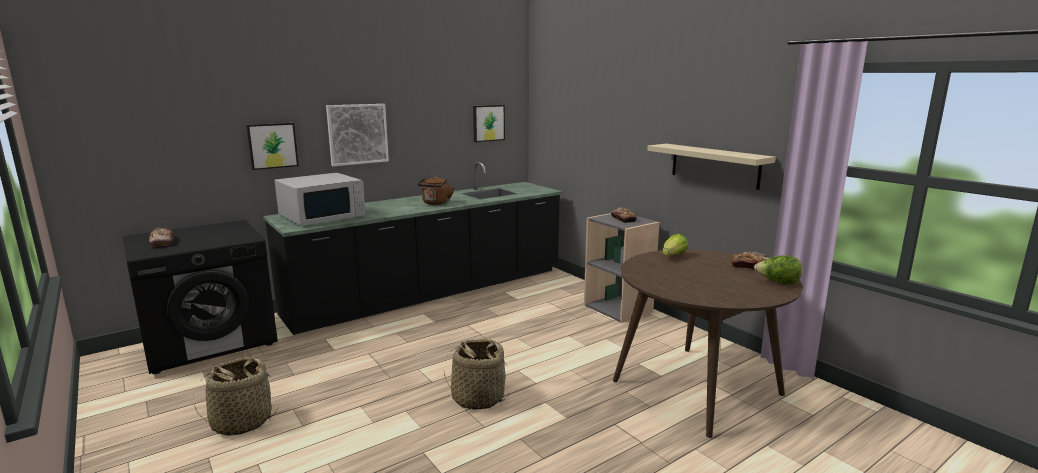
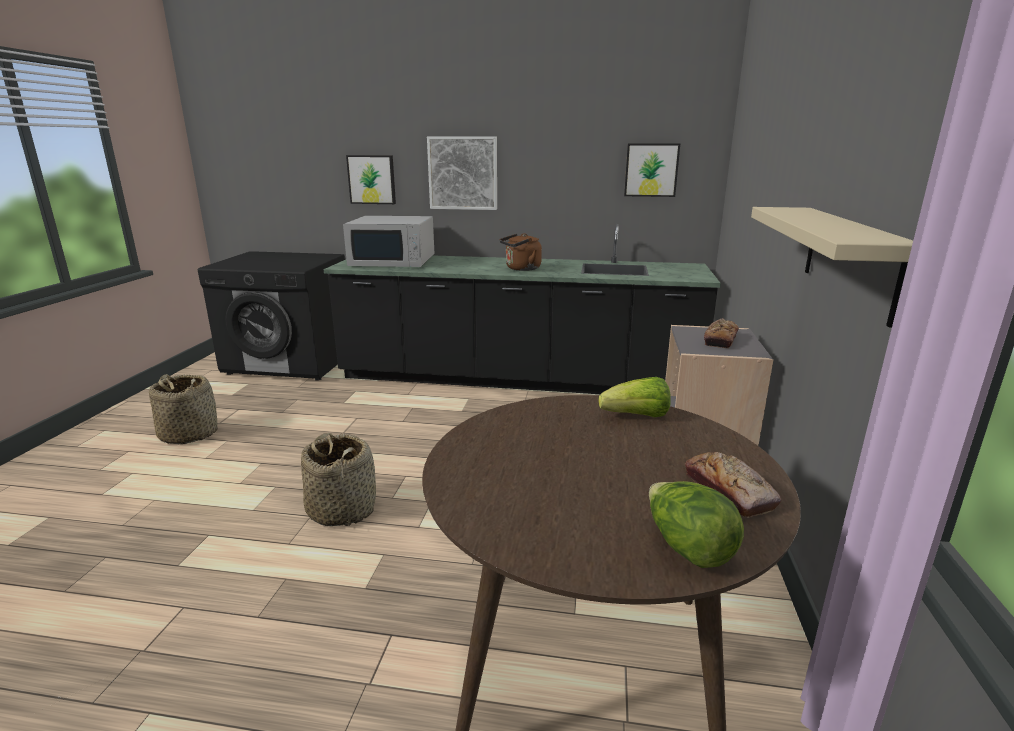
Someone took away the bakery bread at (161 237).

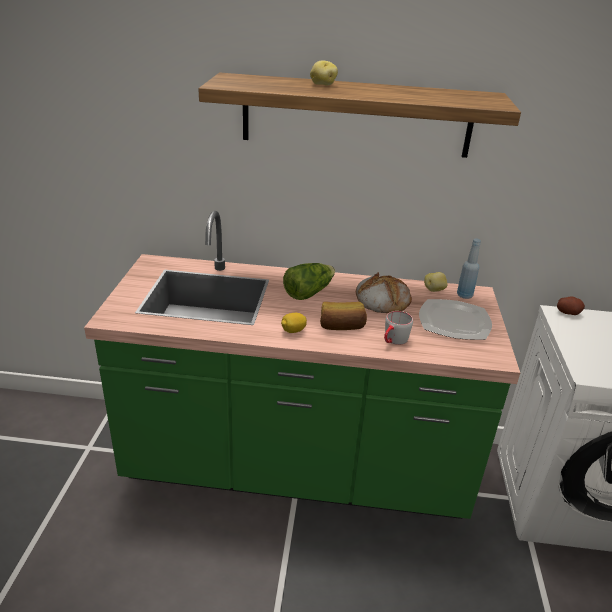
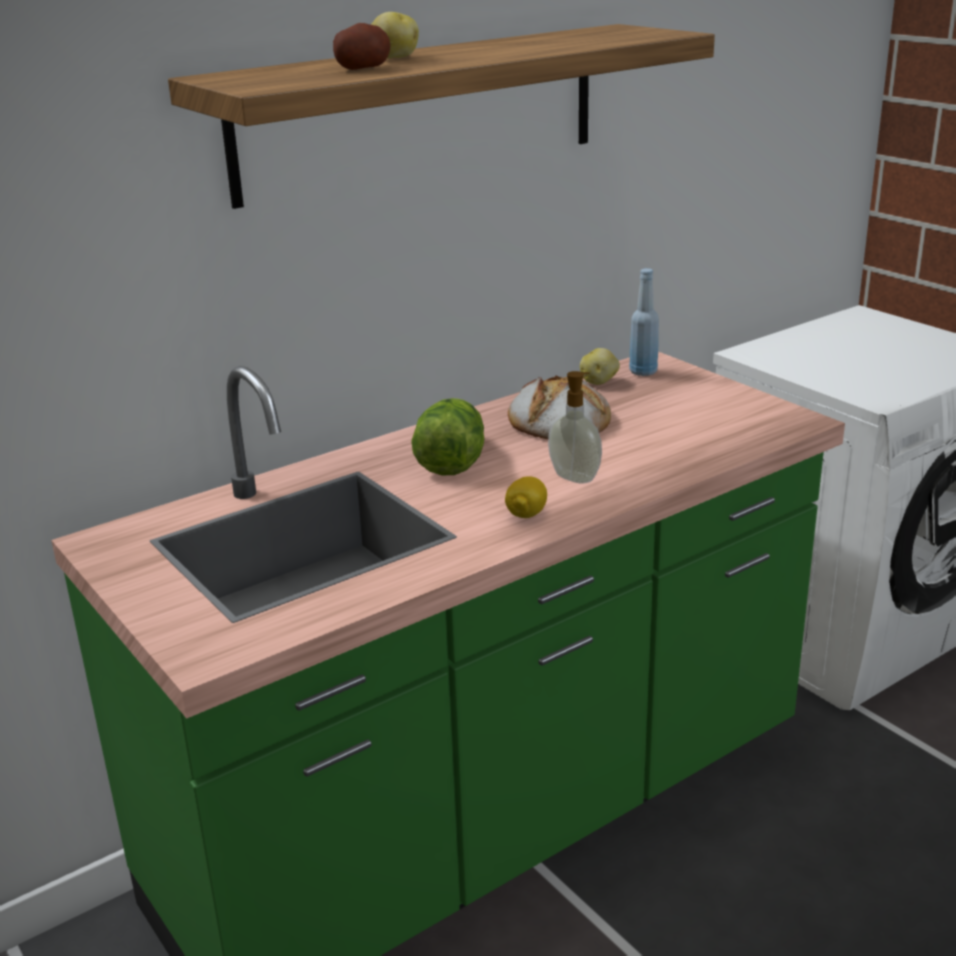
Someone carried the potato from (571 305) to (362 46). Someone took away the flat dish at (455 319). Someone swapped the bakery bread at (343 316) for the soap bottle at (575 427). Someone took away the gray mug at (398 328).

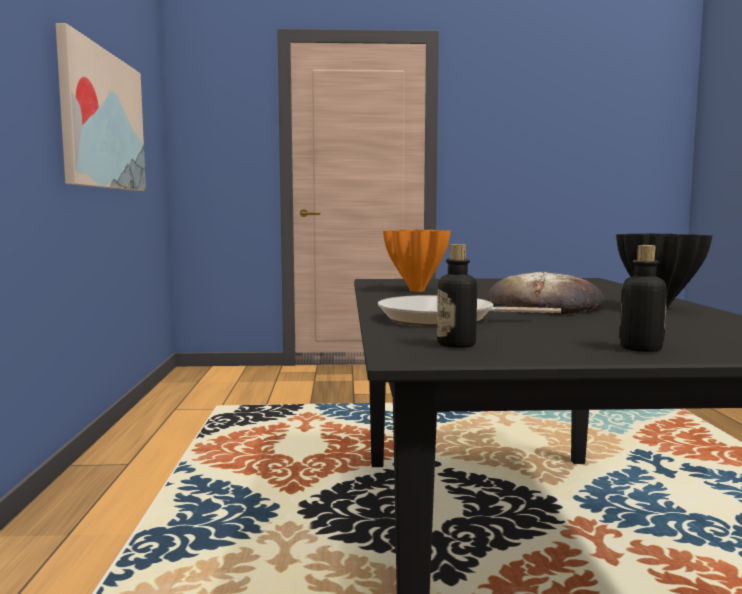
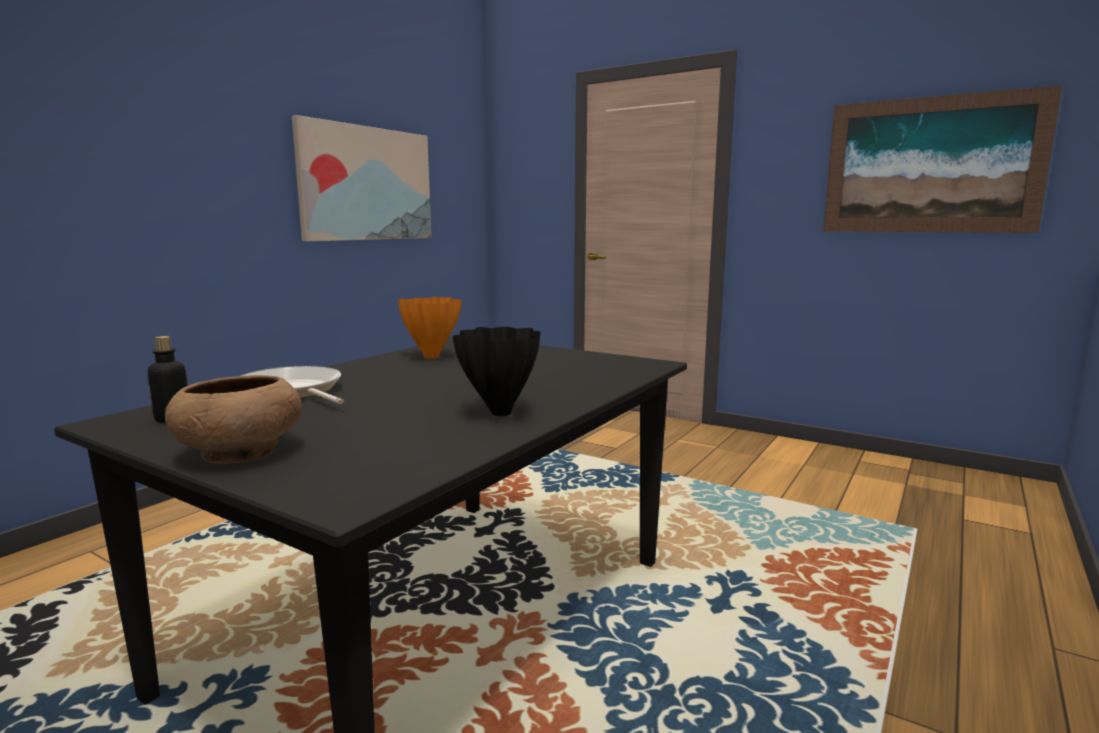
Someone swapped the drink bottle at (643 298) for the brown-coloured bowl at (233 419). Someone took away the bakery bread at (545 293). Someone put up the picture at (942 159).

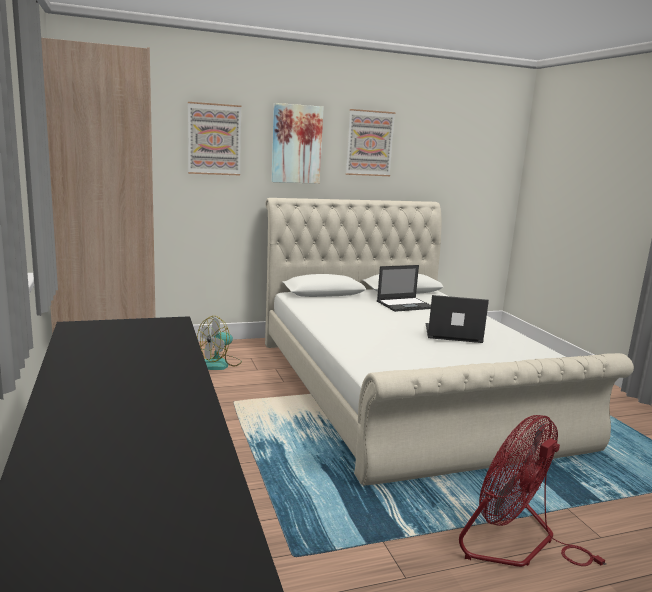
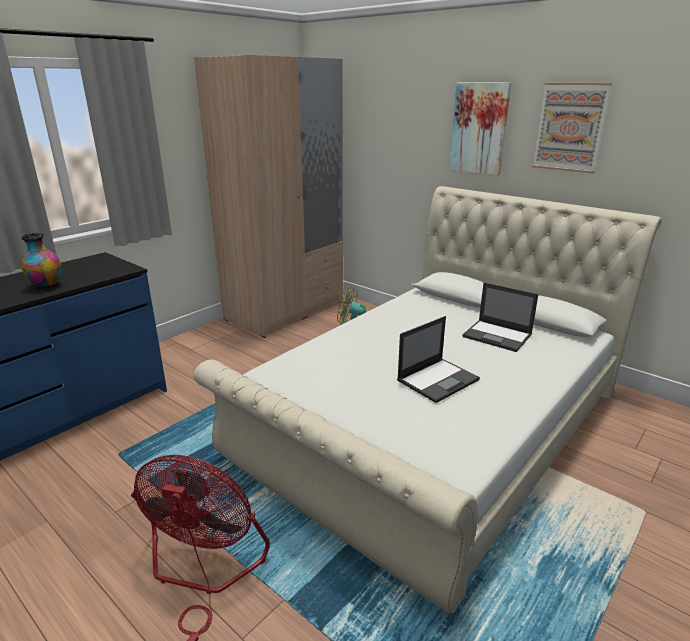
Someone took away the picture at (214 138). Someone rotated the laptop at (457 319) by 75 degrees clockwise. Someone put down the flower vase at (41 261).

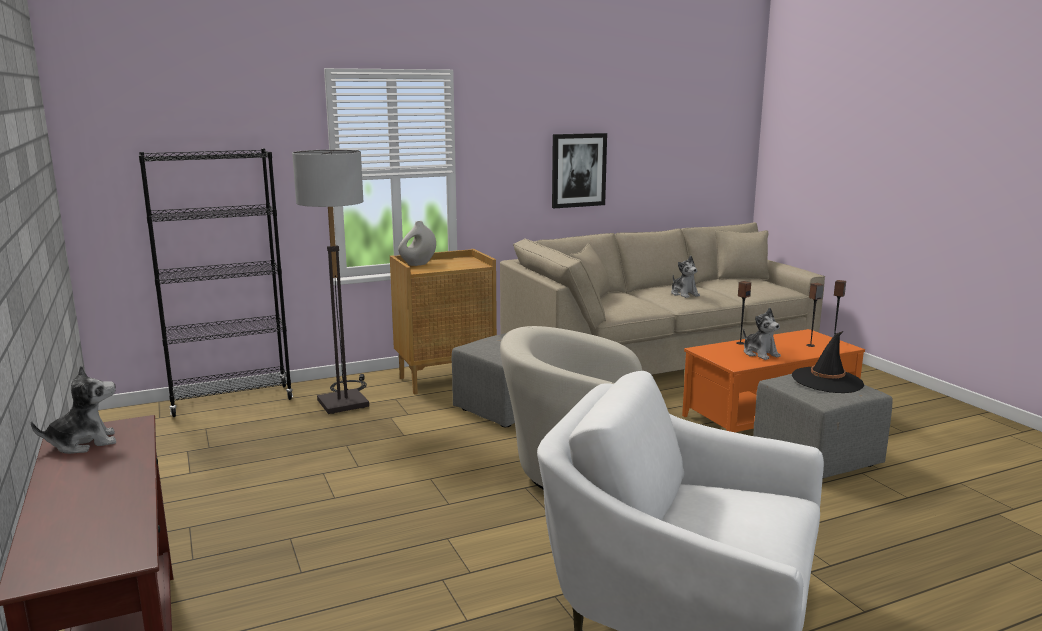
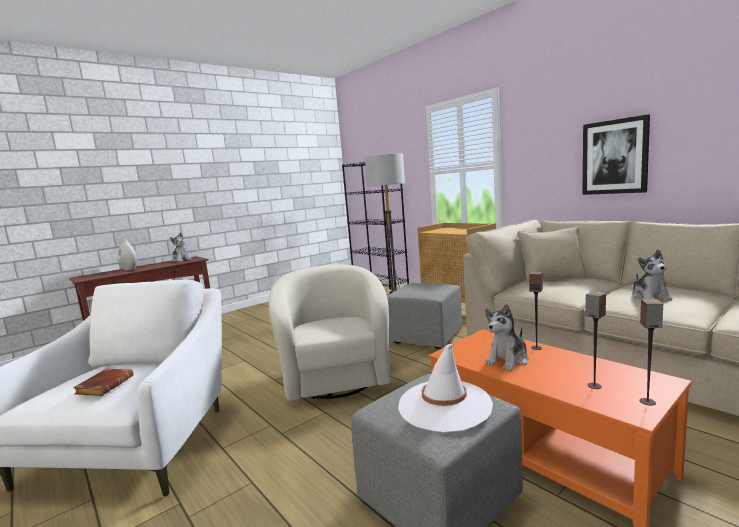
Someone carried the whitish flower vase from (417 243) to (127 255). Someone rotated the plush toy at (685 277) by 45 degrees counterclockwise. Someone repainted the black hat at (828 362), which became the whitish hat at (445 388). Someone put down the brown-coloured volume at (103 382).

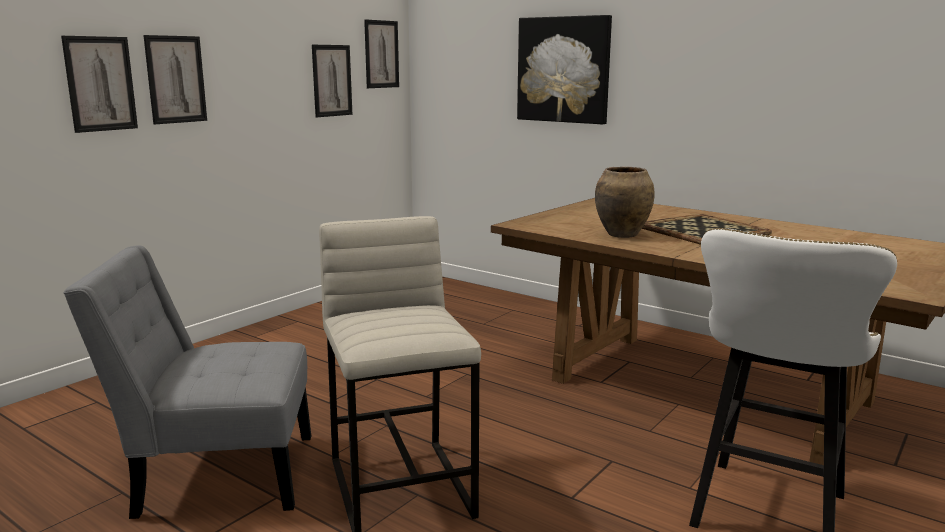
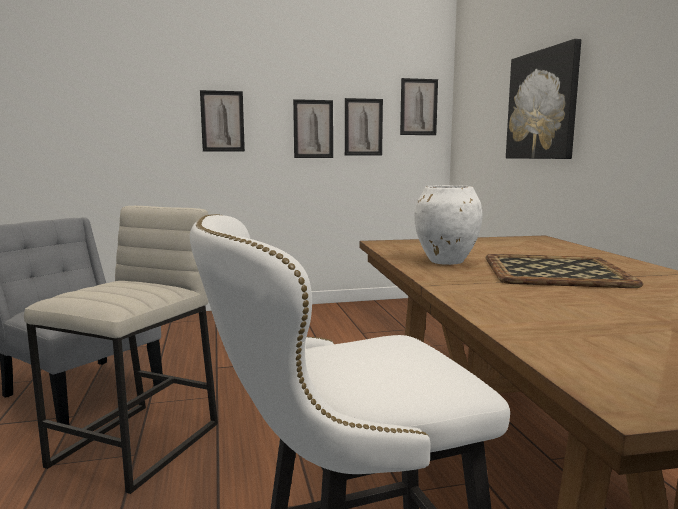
Someone carried the picture from (99 84) to (313 128). Someone repainted the brown-coloured flower vase at (625 202), which became the whitish flower vase at (448 225).

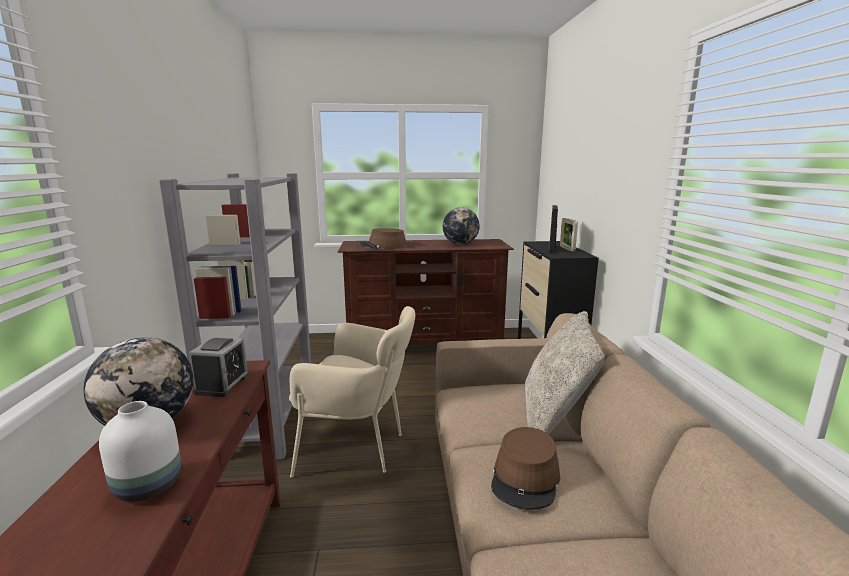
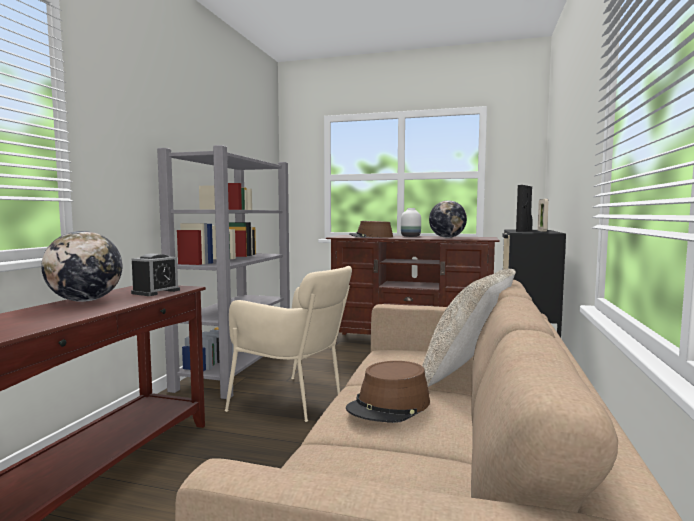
Someone carried the whitish flower vase from (140 451) to (411 222).

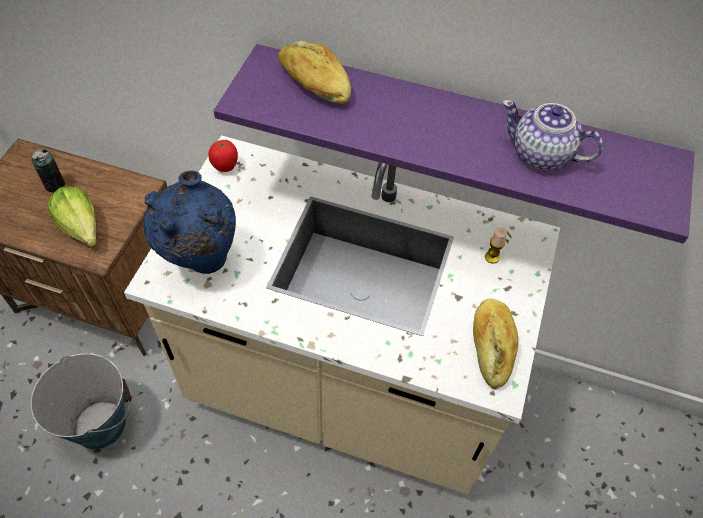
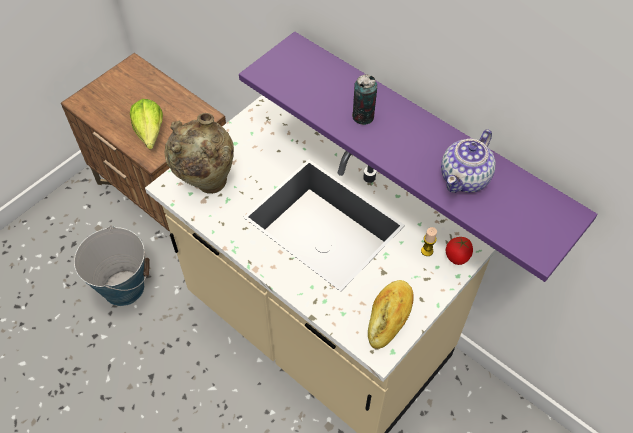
Someone took away the bakery bread at (314 72). Someone rotated the teapot at (552 135) by 105 degrees counterclockwise. Someone carried the fresh tomato from (223 156) to (459 251). Someone carried the sealed can from (48 170) to (364 100). Someone repainted the blue-coloured flower vase at (189 222), which became the beige-coloured flower vase at (199 153).

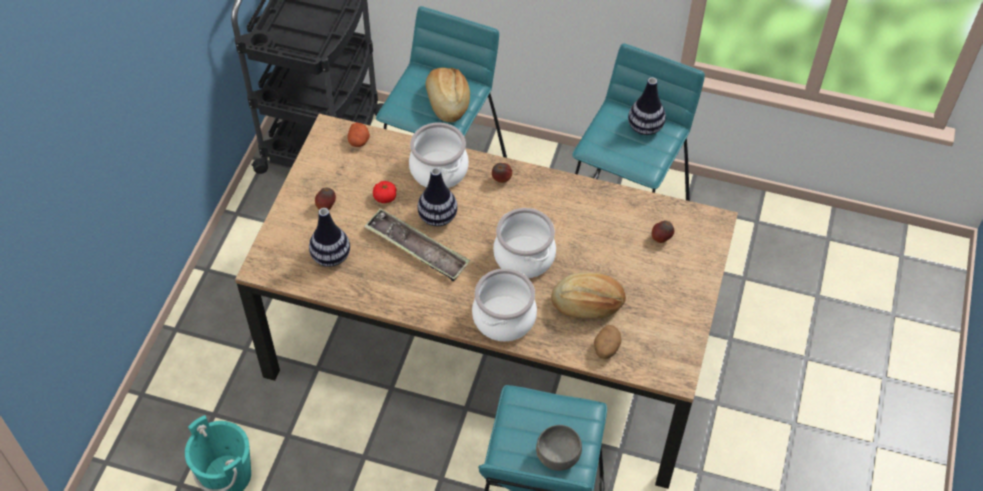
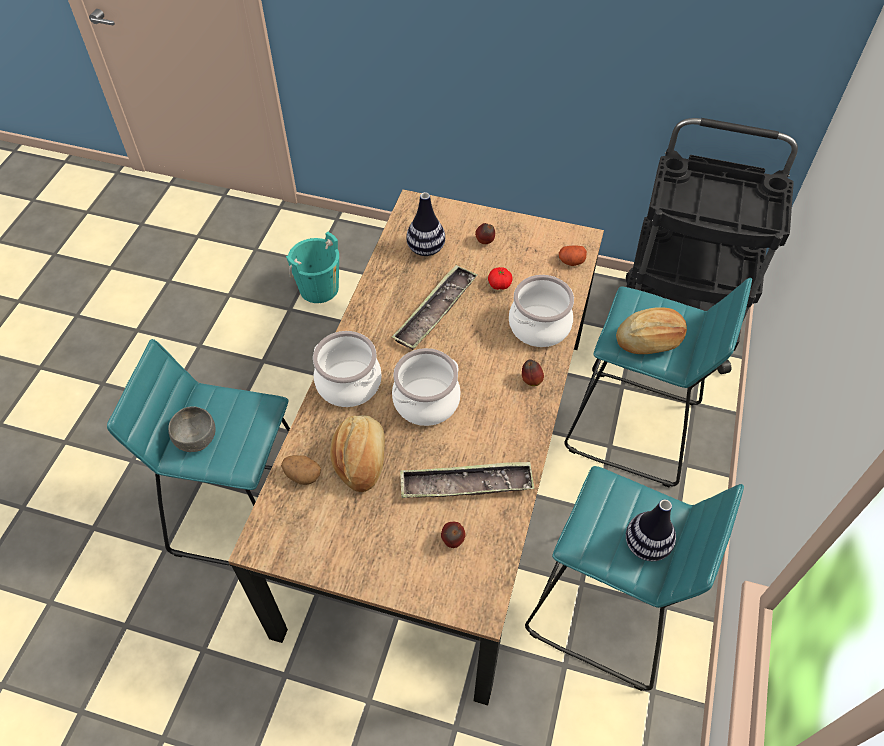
Someone took away the flower vase at (437 196). Someone put down the tray at (467 480).

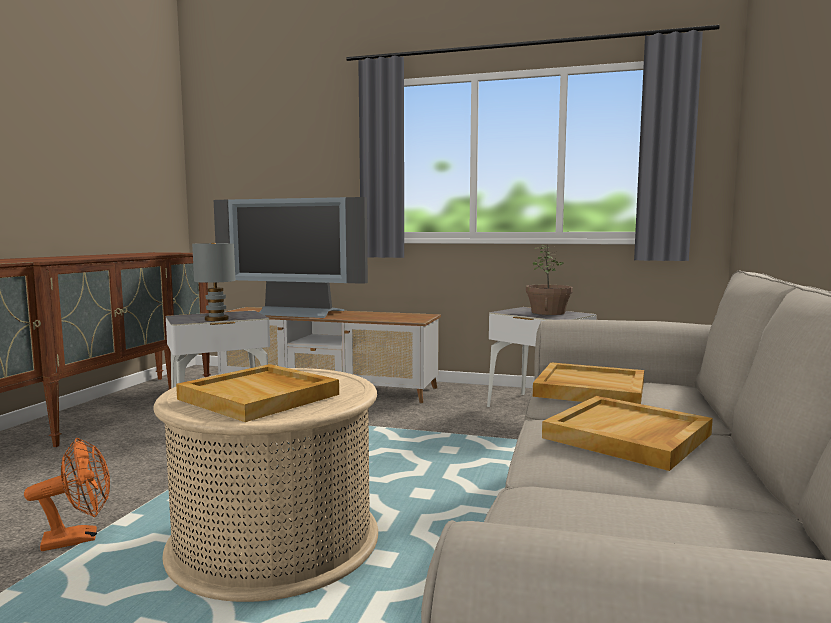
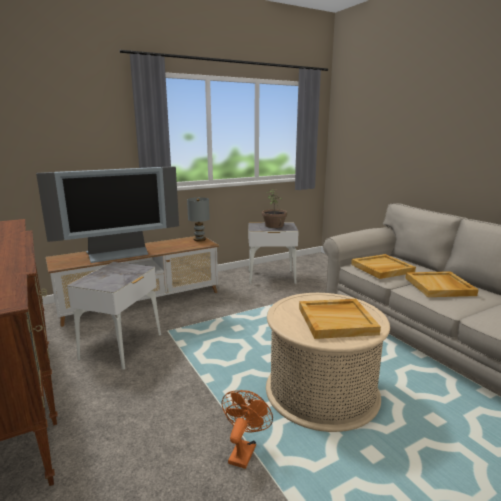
Someone carried the gray table lamp from (214 282) to (198 219).

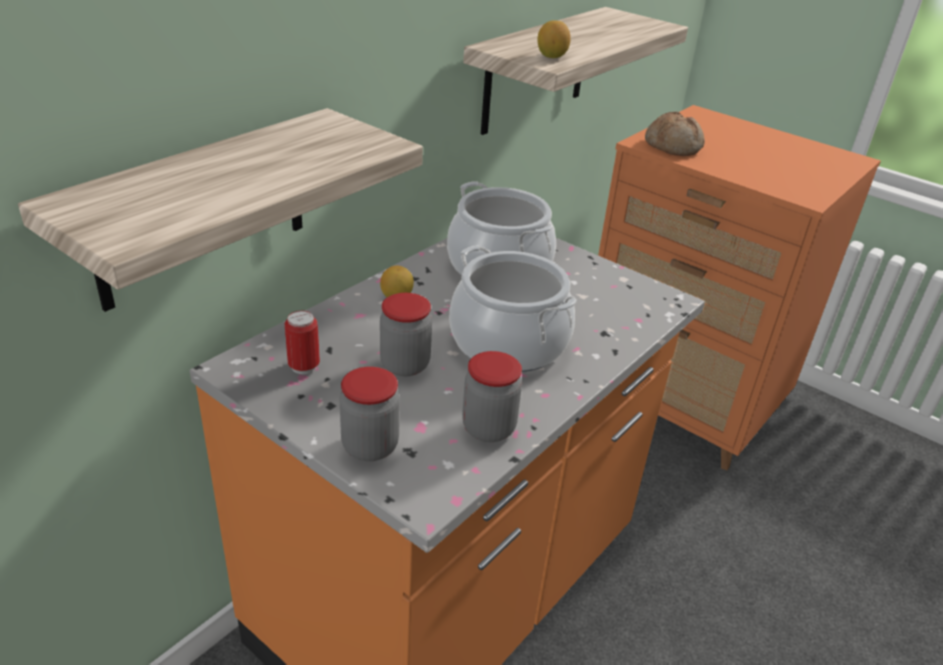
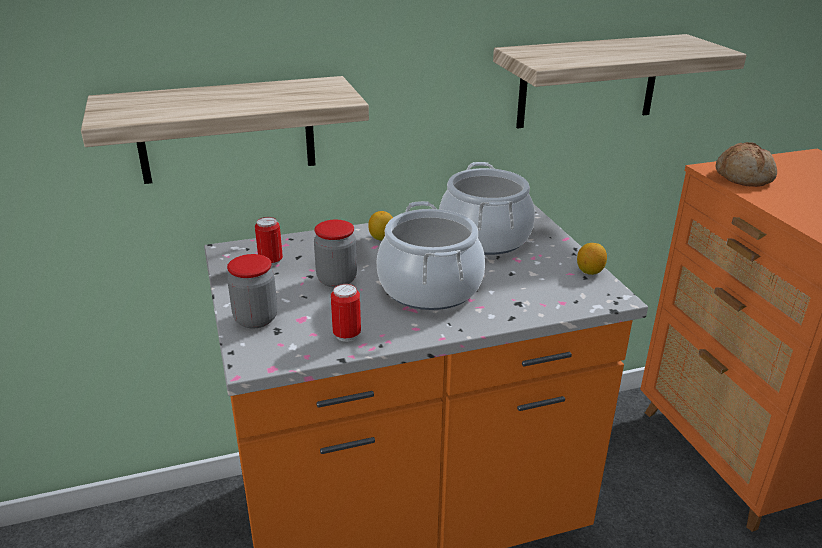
Someone carried the lemon from (554 39) to (592 259). Someone swapped the preserve jar at (492 396) for the sealed can at (346 313).

